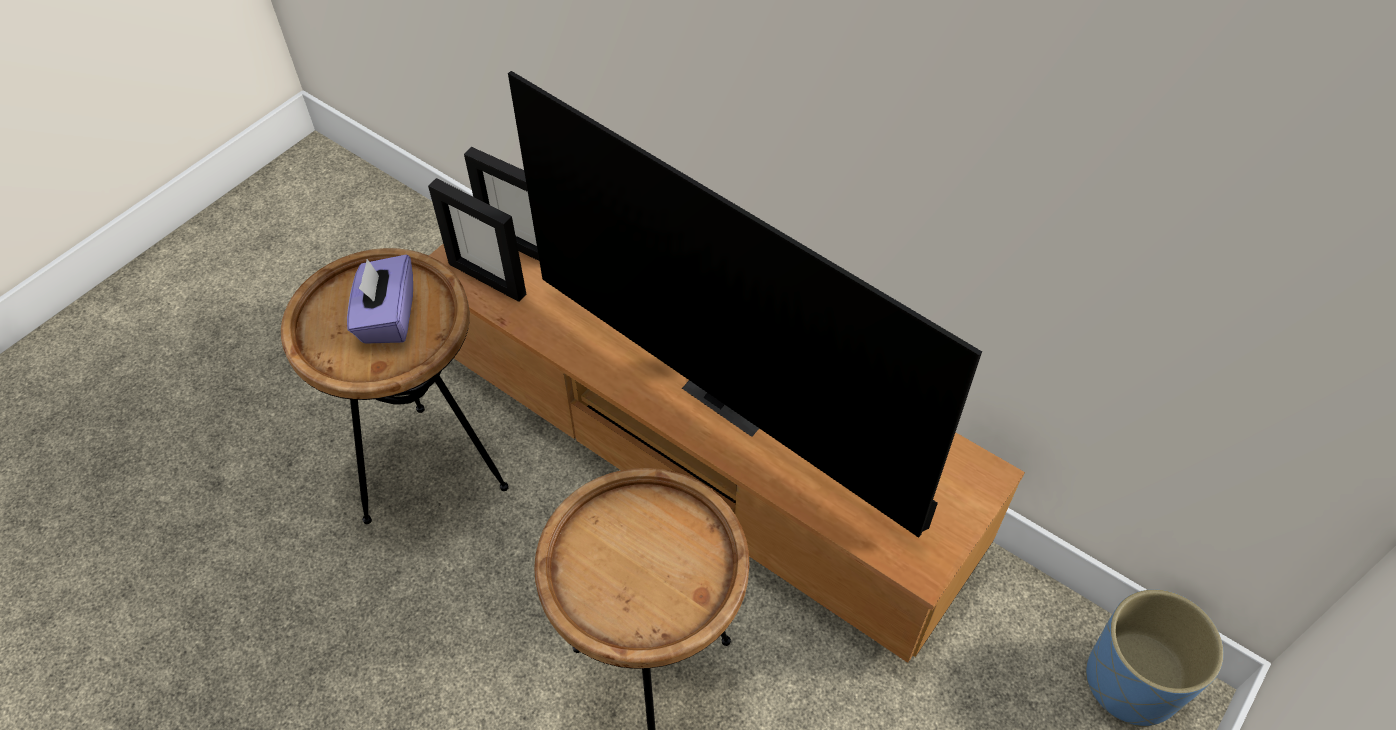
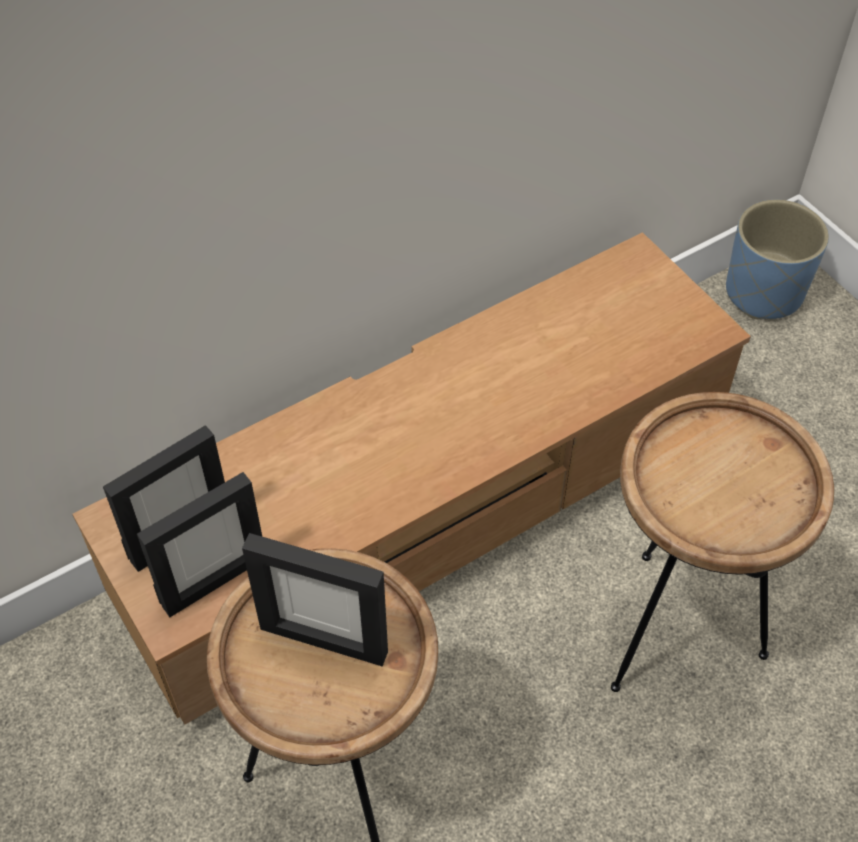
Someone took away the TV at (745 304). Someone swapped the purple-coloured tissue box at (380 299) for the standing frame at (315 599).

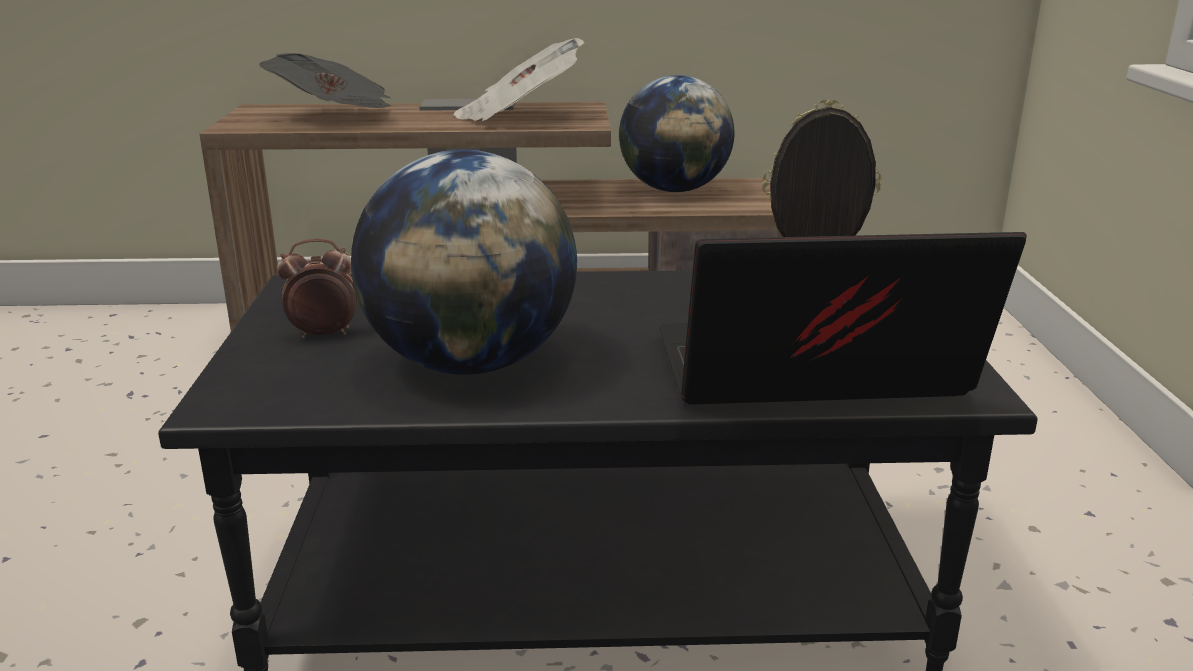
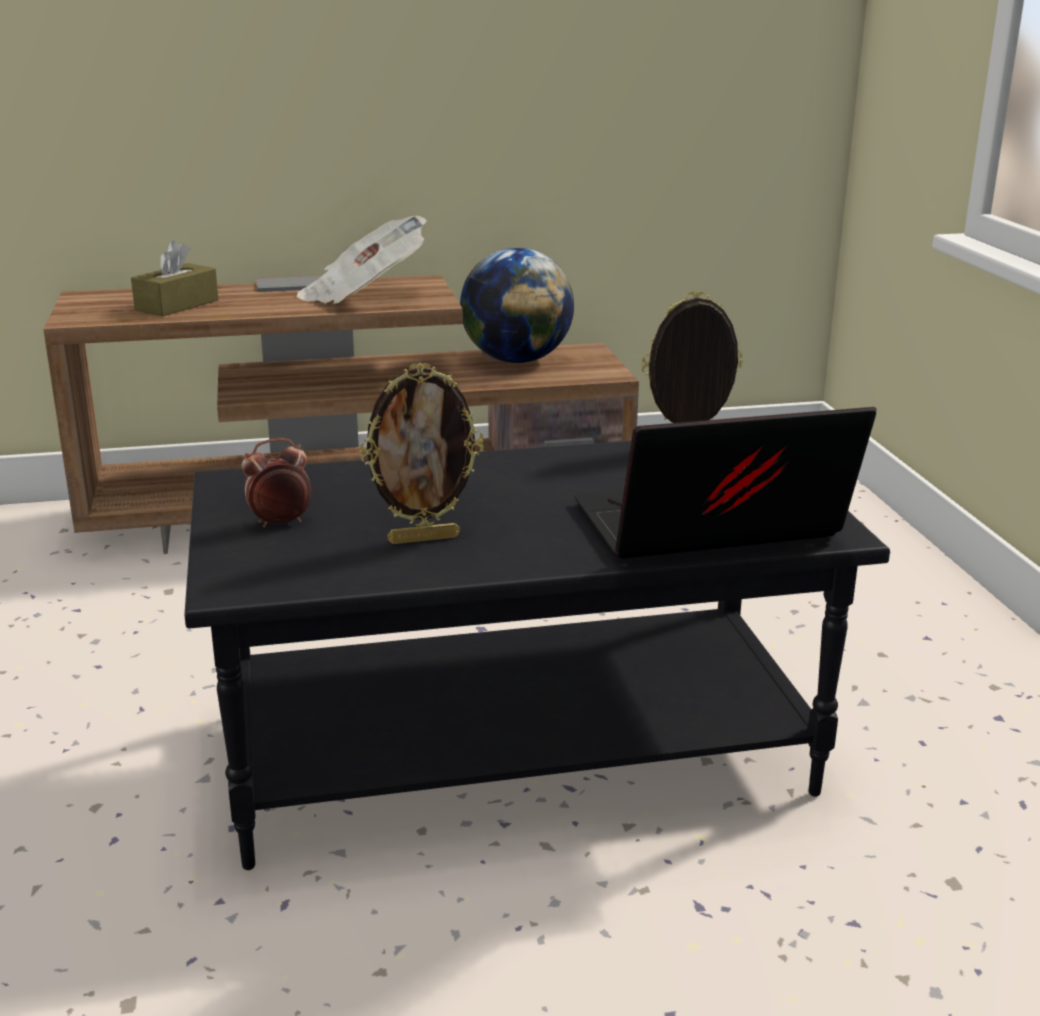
Someone swapped the newspaper at (325 80) for the brown-coloured tissue box at (174 278). Someone swapped the globe at (464 262) for the standing frame at (421 453).

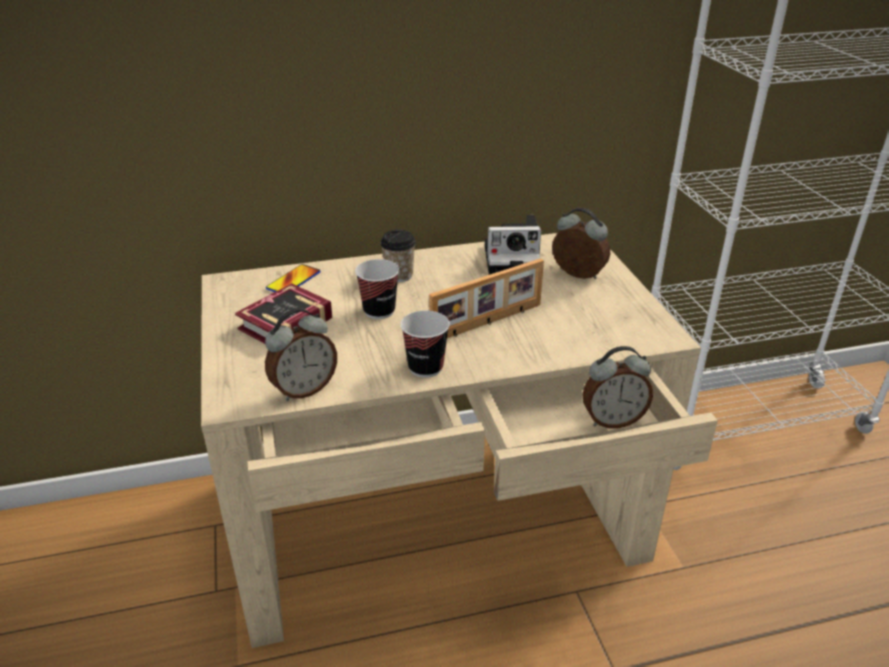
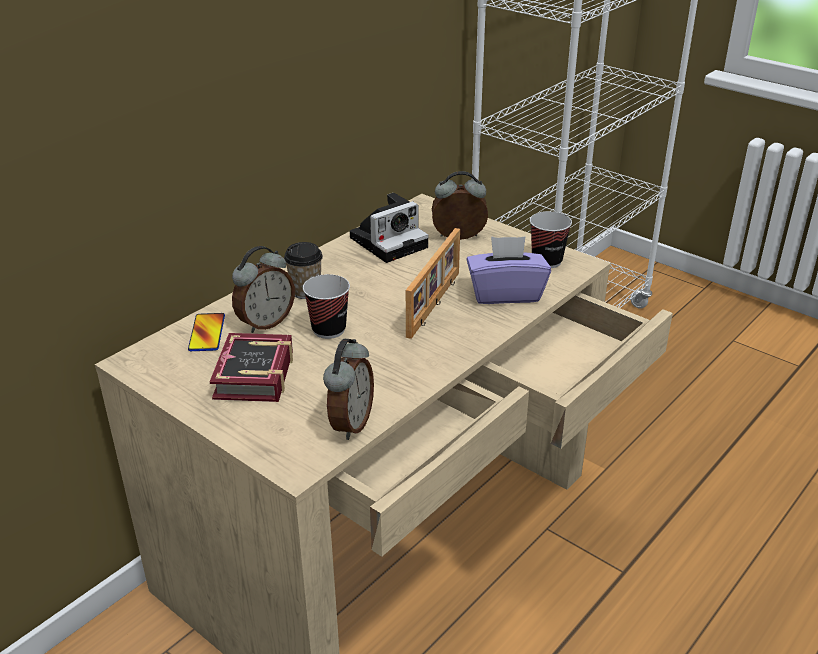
Someone carried the drinking cup from (425 344) to (551 239). Someone carried the table clock from (617 387) to (263 289). Someone put down the purple-coloured tissue box at (508 270).

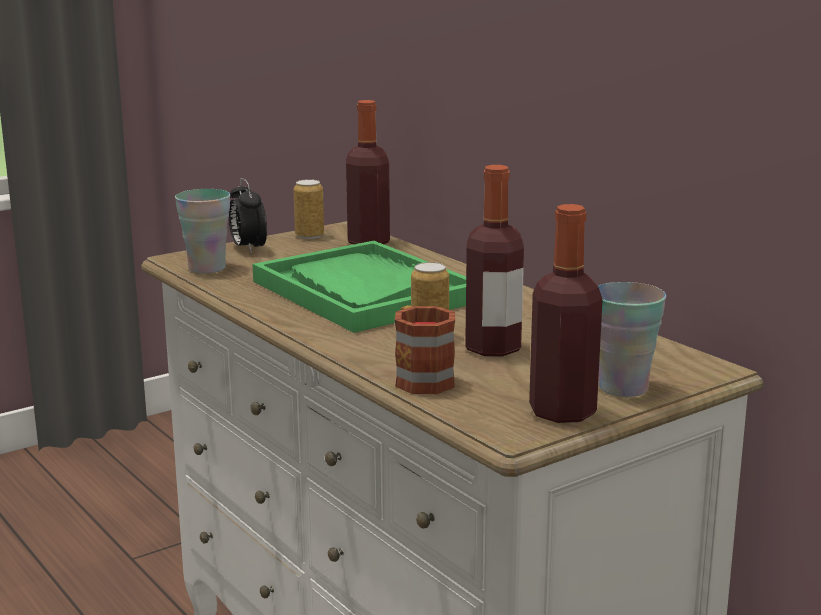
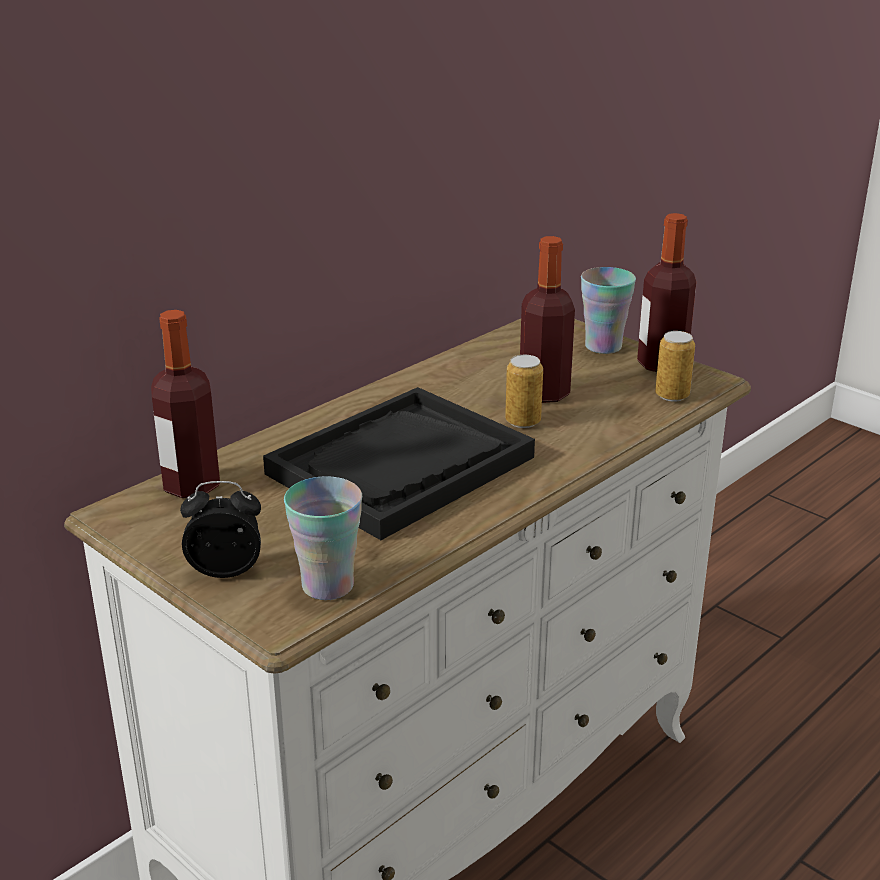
Someone rotated the table clock at (248 216) by 150 degrees counterclockwise. Someone carried the sealed can from (309 209) to (675 366). Someone repainted the green tray at (359 287), which became the black tray at (399 463). Someone took away the mug at (425 349).

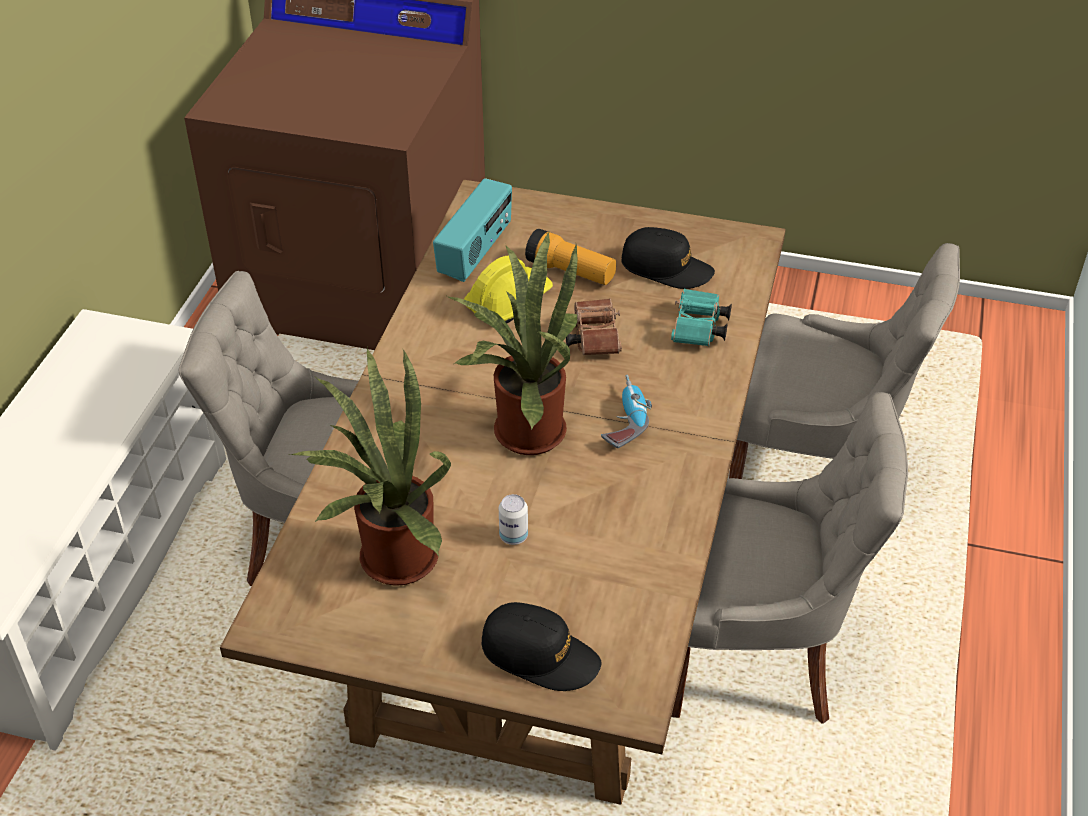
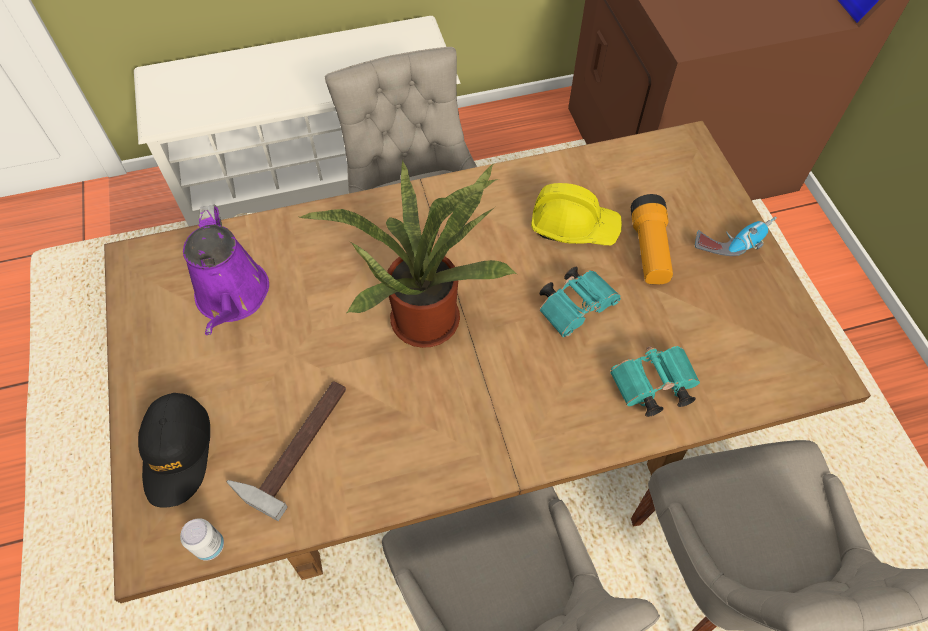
Someone took away the radio set at (472 230). Someone took away the black baseball cap at (668 258). Someone repainted the brown-coloured binoculars at (593 327), which became the blue-green binoculars at (580 302). Someone swapped the potted plant at (370 466) for the purple-coloured sprinkling can at (226 269). Someone carried the electric drill from (626 411) to (736 236). Someone carried the sealed can from (513 519) to (202 539). Someone put down the hammer at (286 451).

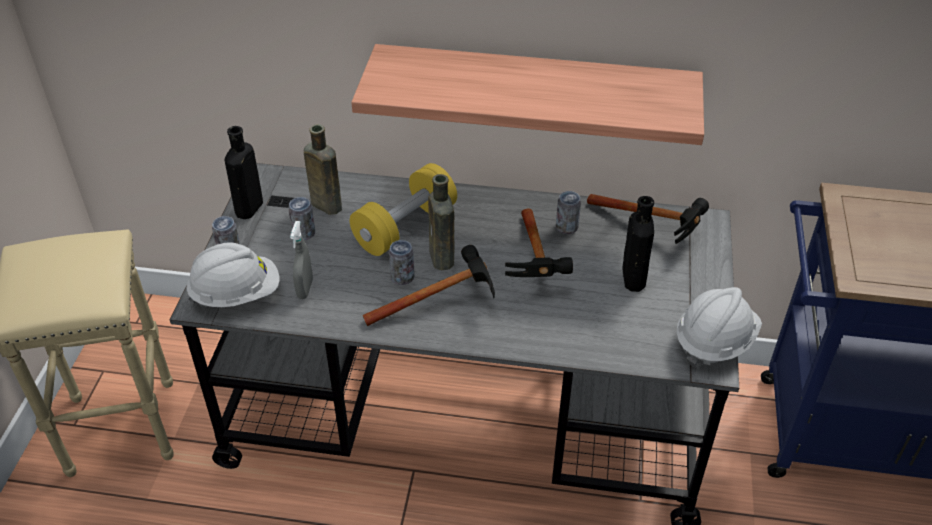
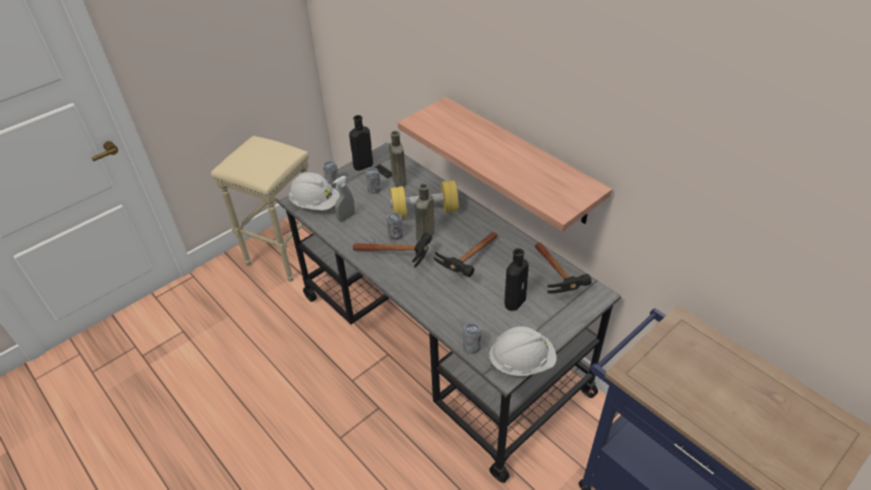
Someone carried the sealed can from (568 212) to (472 338).

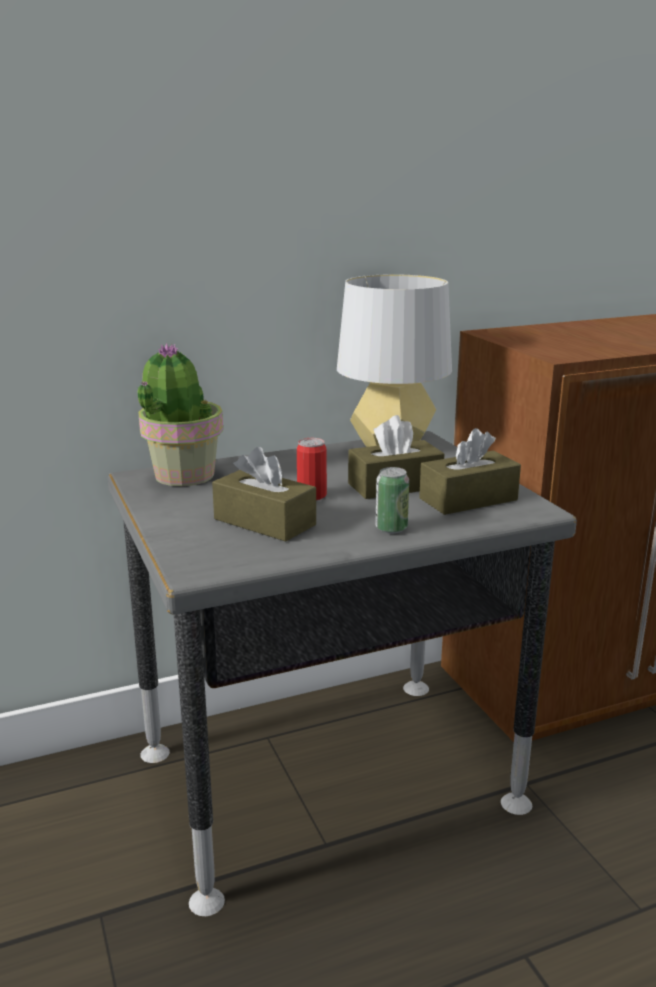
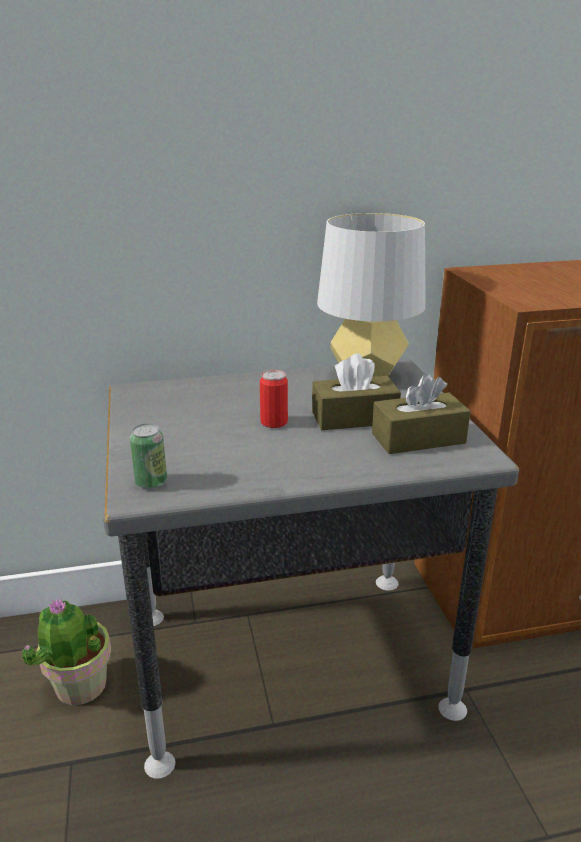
Someone carried the potted plant from (180 414) to (67 651). Someone took away the brown-coloured tissue box at (264 494). Someone carried the sealed can from (392 500) to (148 456).

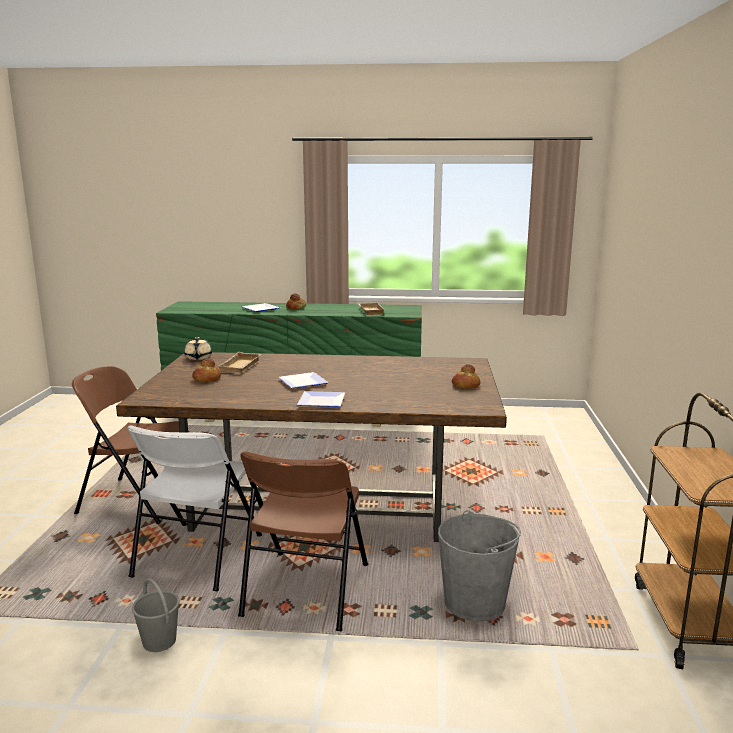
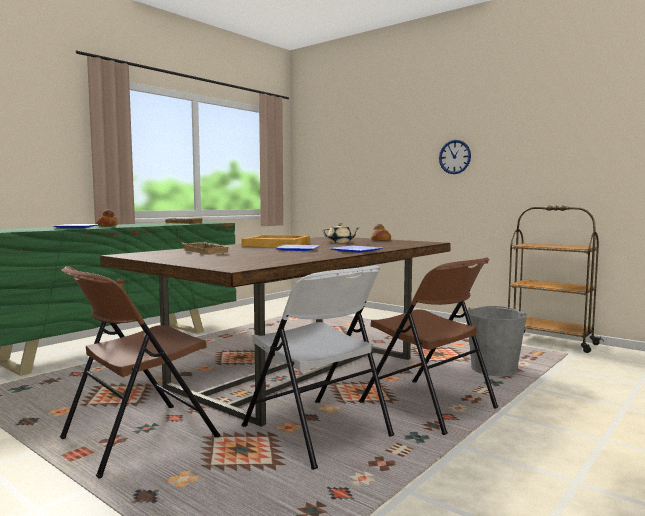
Someone carried the beige-coloured teapot from (198 348) to (341 233). Someone took away the bakery bread at (206 370). Someone took away the gray pail at (156 615). Someone put up the wall clock at (455 157). Someone put down the beige-coloured tray at (275 241).

